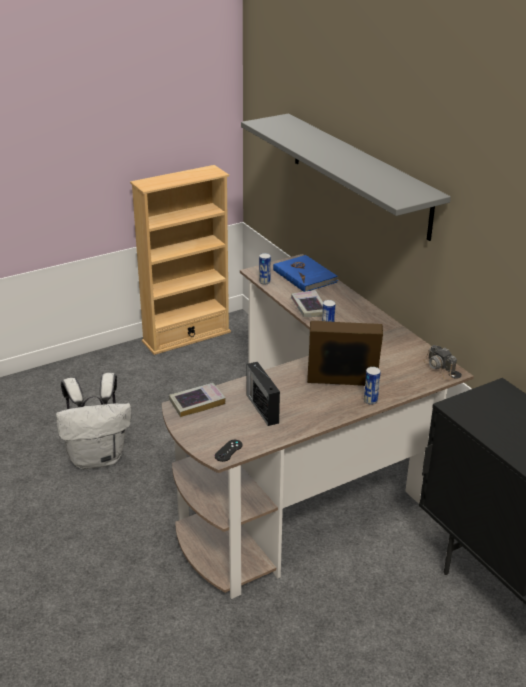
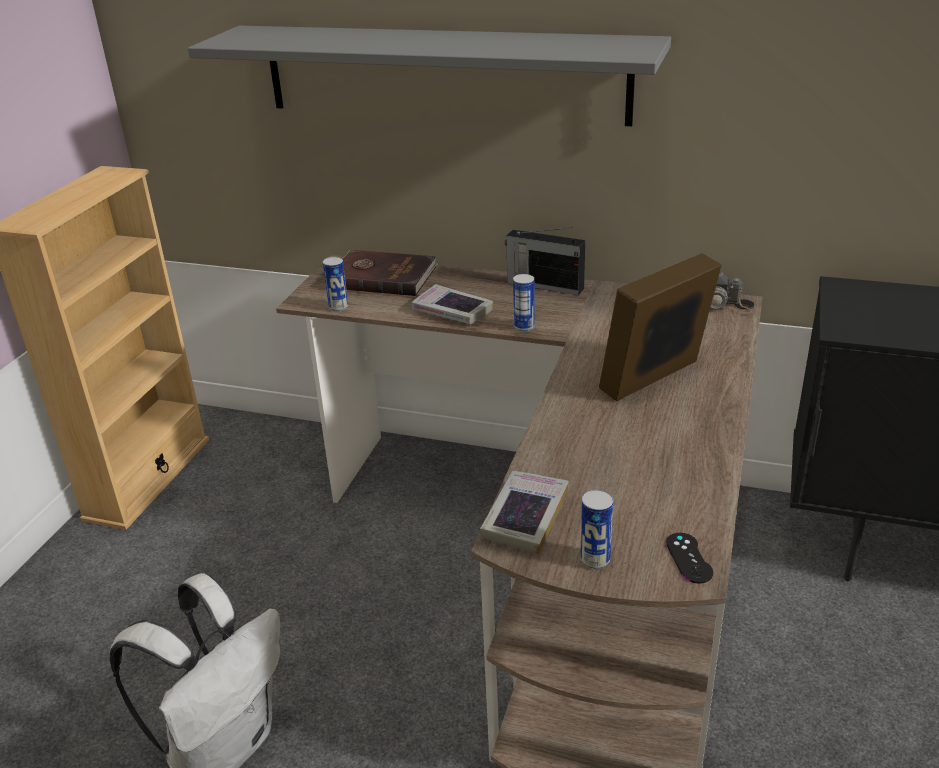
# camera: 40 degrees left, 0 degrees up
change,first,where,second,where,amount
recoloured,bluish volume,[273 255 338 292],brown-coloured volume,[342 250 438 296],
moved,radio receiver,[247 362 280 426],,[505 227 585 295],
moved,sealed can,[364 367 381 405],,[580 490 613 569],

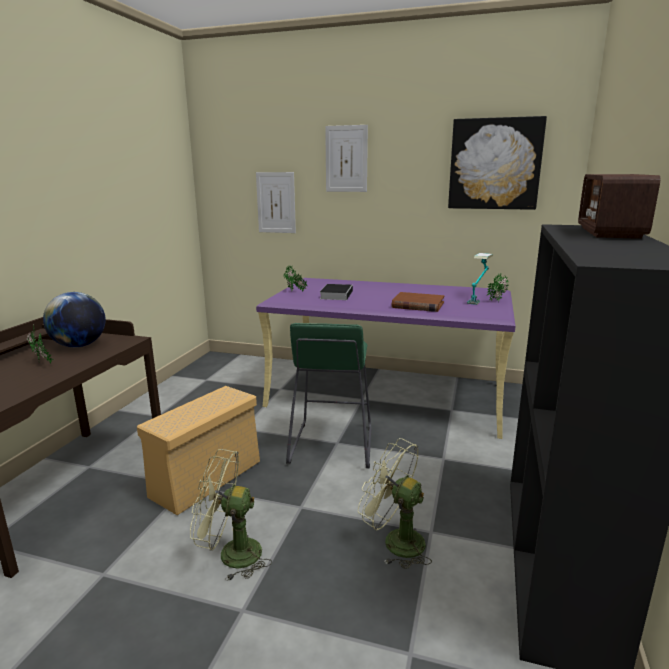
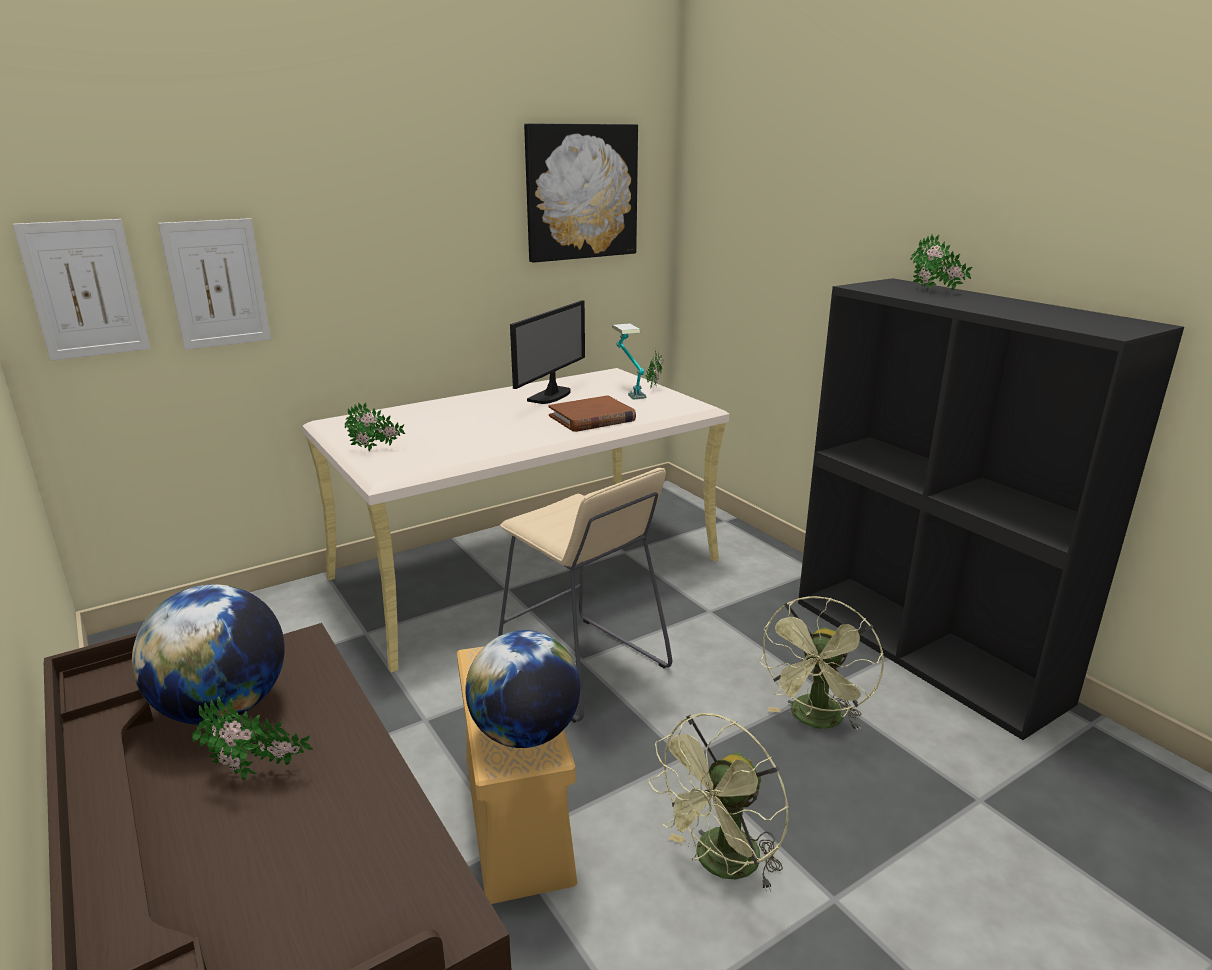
# camera: 50 degrees left, 5 degrees up
change,first,where,second,where,amount
moved,wall art,[325 125 368 192],,[13 219 150 361],
recoloured,purple desk table,[256 278 516 439],beige-coloured desk table,[302 368 729 673],
added,,,world globe,[465 630 580 748],
recoloured,green sitting stool,[286 323 372 468],beige-coloured sitting stool,[498 468 672 723],
added,,,monitor,[510 300 585 404],
turned,green cooling fan,[358 438 432 569],,[758 596 884 731],45 degrees counterclockwise
replaced,radio receiver,[578 174 661 239],potted plant,[910 234 972 291],
removed,volume,[320 284 353 300],,,

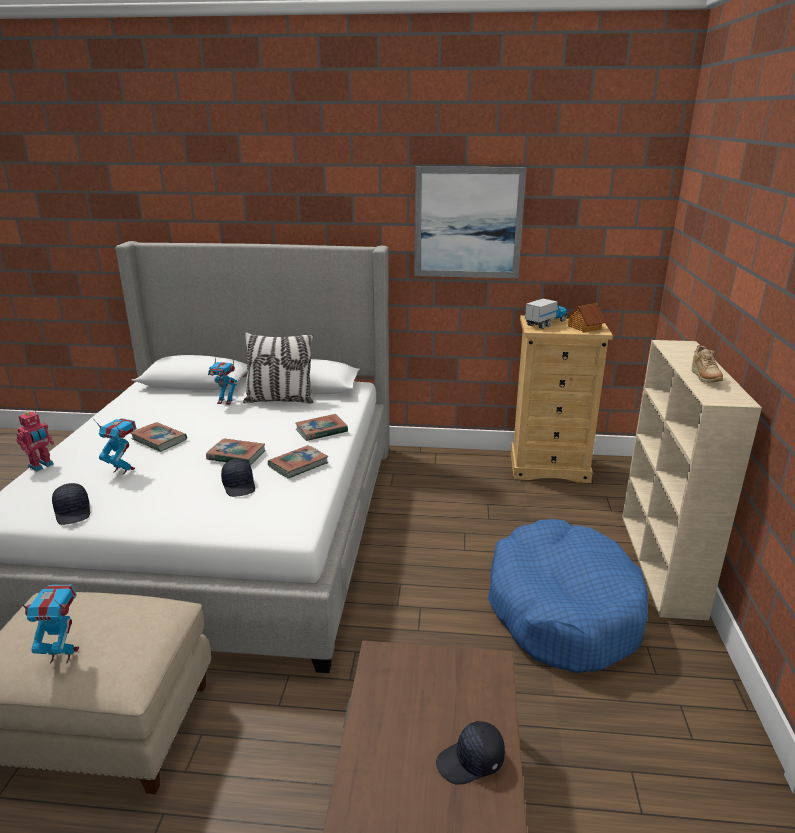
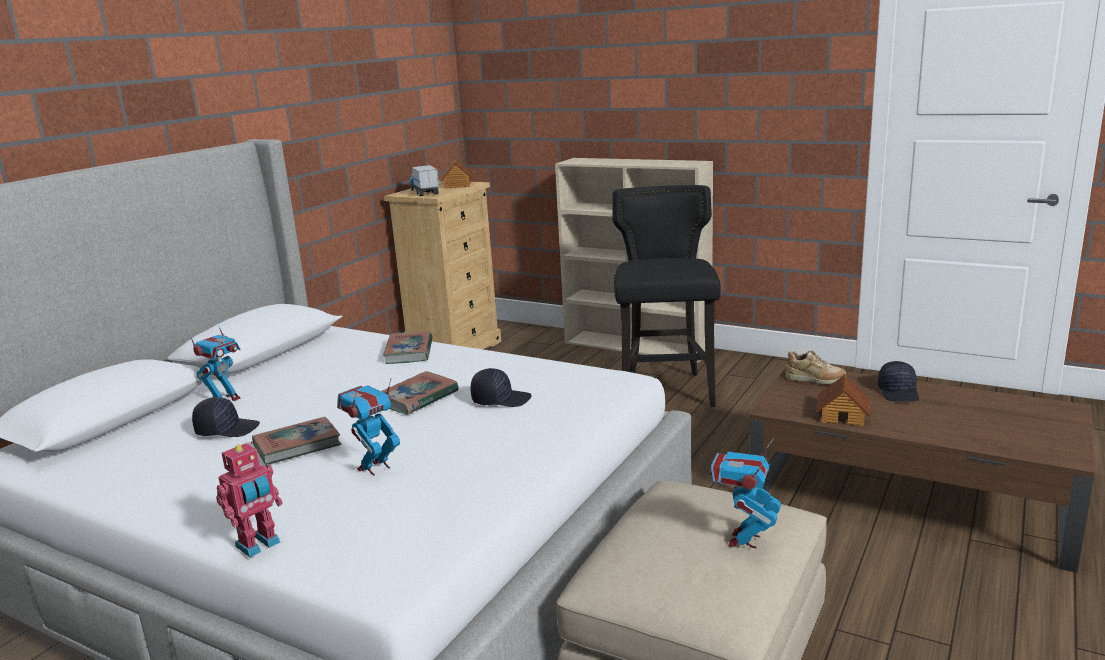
# camera: 65 degrees left, 5 degrees down
change,first,where,second,where,amount
moved,black cap,[52 483 90 525],,[192 397 260 437],
turned,model robot,[17 410 54 471],,[216 441 283 557],75 degrees clockwise
replaced,bluish dog bed,[488 519 648 673],black sitting stool,[612 185 721 407],
moved,beige-coloured low shoe,[692 345 723 383],,[786 350 846 384],
added,,,miniature house,[816 374 870 427],
removed,throw pillow,[243 332 314 404],,,
removed,volume,[268 445 328 479],,,
removed,wall art,[414 166 527 278],,,

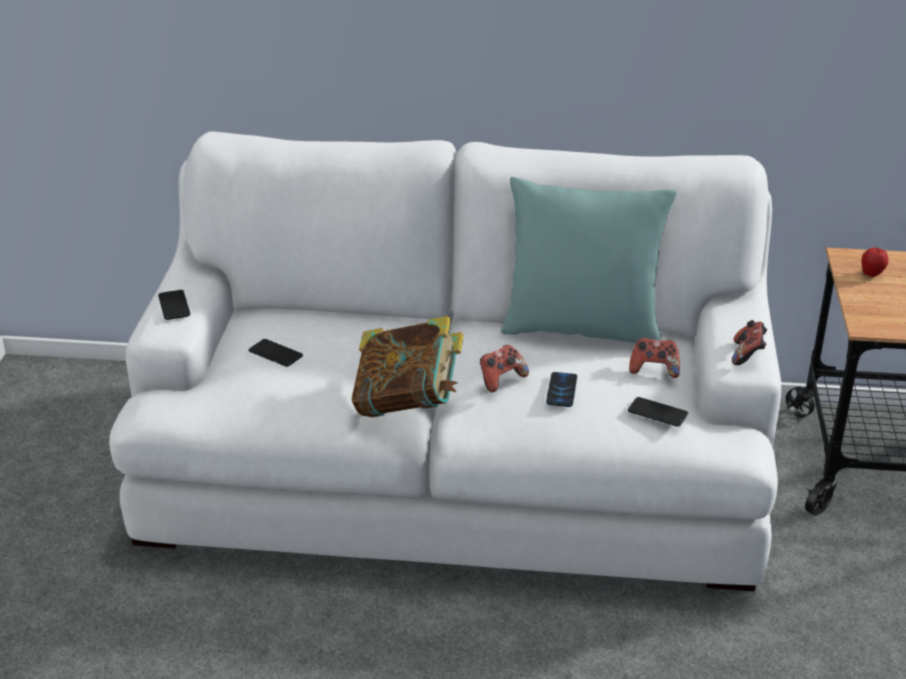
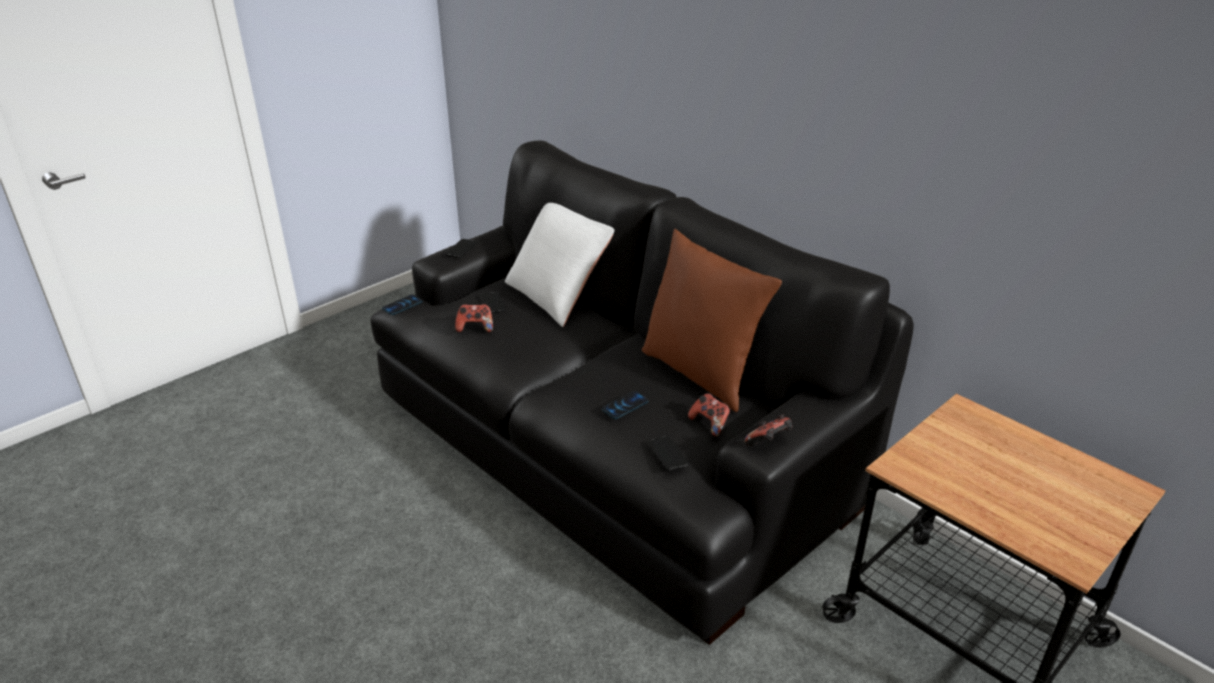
# camera: 40 degrees right, 0 degrees up
change,first,where,second,where,amount
recoloured,white-coloured sofa,[109 131 781 591],black sofa,[370 141 914 645],
added,,,phone,[382 295 422 315],
moved,game controller,[480 345 529 393],,[455 304 493 332],
added,,,white-coloured throw pillow,[505 203 614 327],
recoloured,turquoise throw pillow,[501 177 677 343],brown-coloured throw pillow,[642 229 782 412],
removed,volume,[352 316 464 417],,,
removed,whole apple,[861 245 889 277],,,

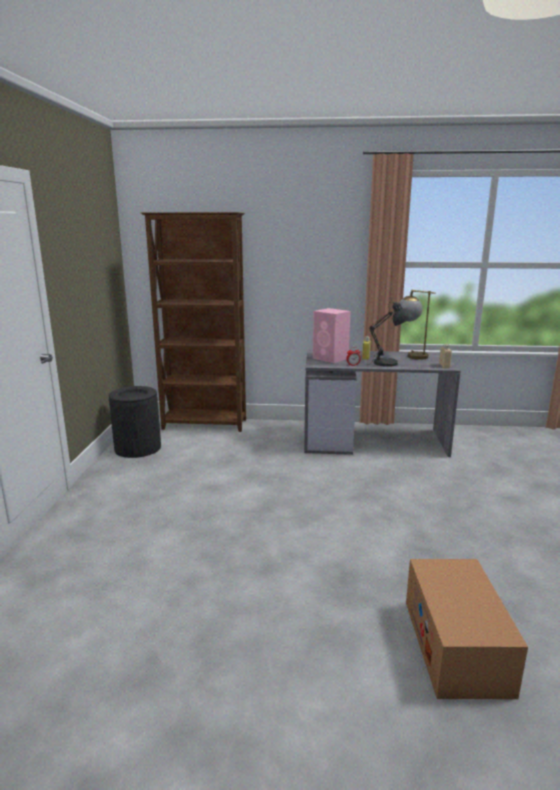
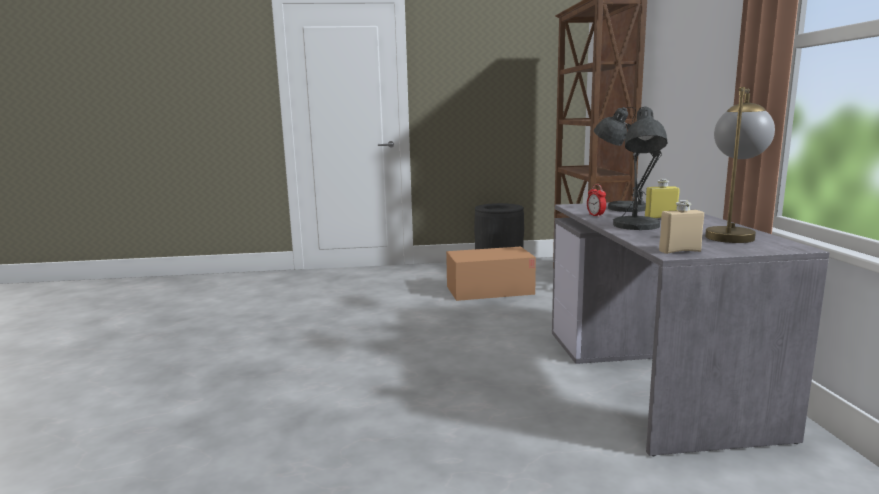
# camera: 80 degrees right, 5 degrees down
change,first,where,second,where,amount
moved,packing box,[406 559 528 699],,[446 247 536 301],
replaced,pink loudspeaker,[313 308 351 363],greyish lamp for a table,[594 107 662 212],

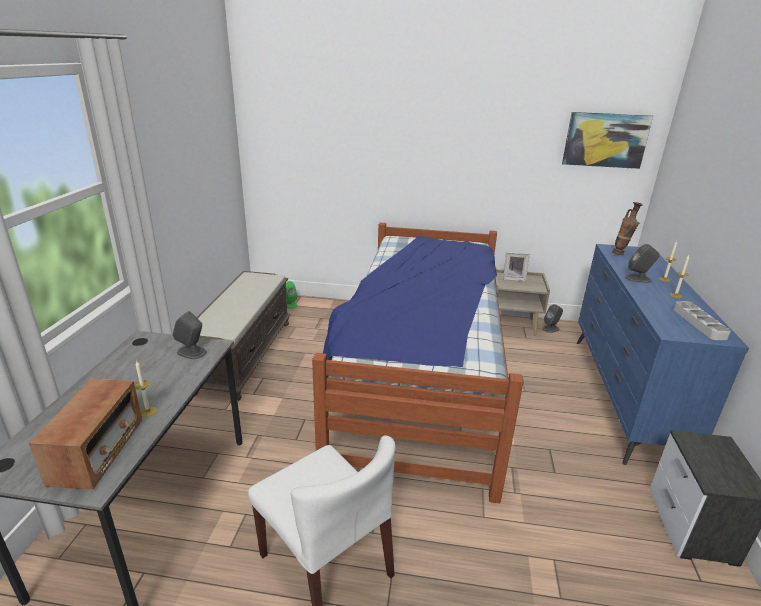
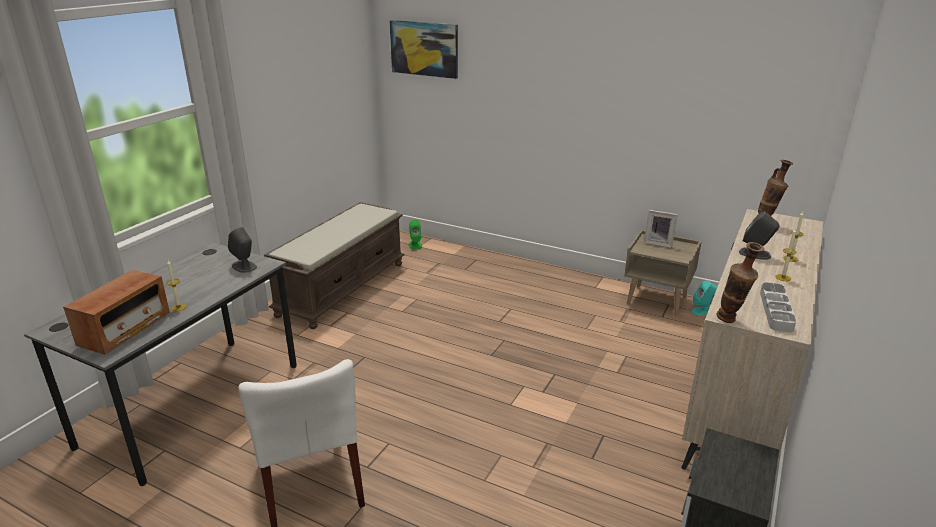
# camera: 20 degrees right, 0 degrees up
change,first,where,second,where,amount
moved,wall art,[562 112 653 169],,[389 20 458 79],
recoloured,bluish drawer chest,[577 244 749 465],beige-coloured drawer chest,[681 209 823 470],
recoloured,greyish loudspeaker,[543 304 563 333],turquoise loudspeaker,[691 281 717 316],
added,,,vase,[716 242 764 323],
removed,bed,[312 223 523 503],,,

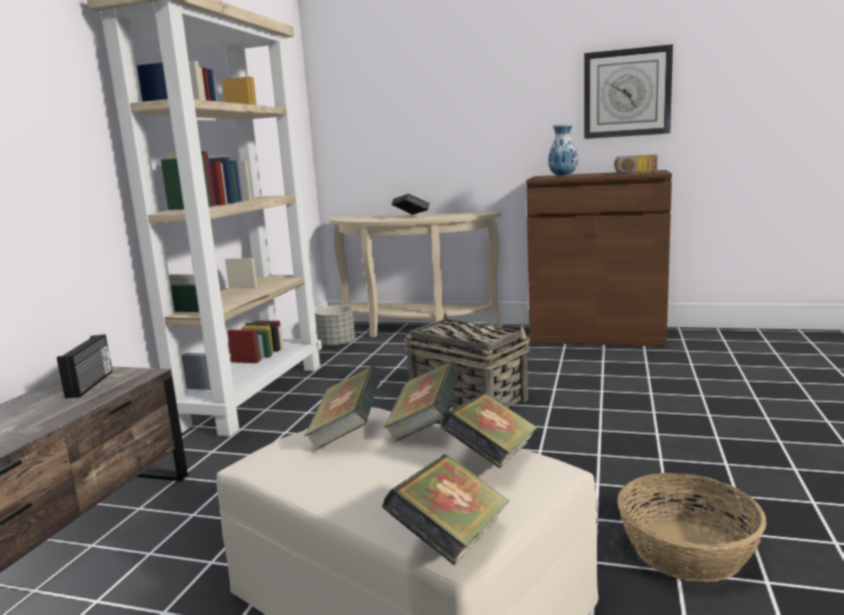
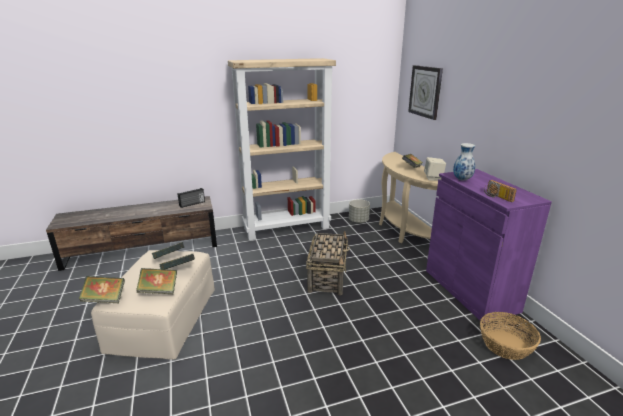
# camera: 55 degrees right, 10 degrees up
change,first,where,second,where,amount
moved,wall clock,[584 44 673 139],,[408 65 443 120],
added,,,beige-coloured loudspeaker,[424 157 446 181],
recoloured,brown-coloured storage cabinet,[526 170 672 346],purple storage cabinet,[426 169 552 323],
moved,storage basket,[617 473 767 582],,[480 312 541 360],

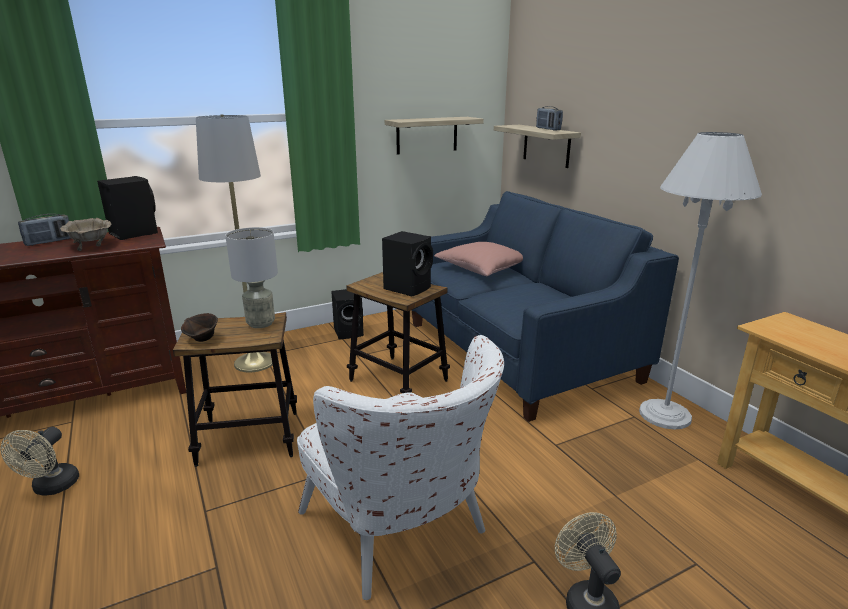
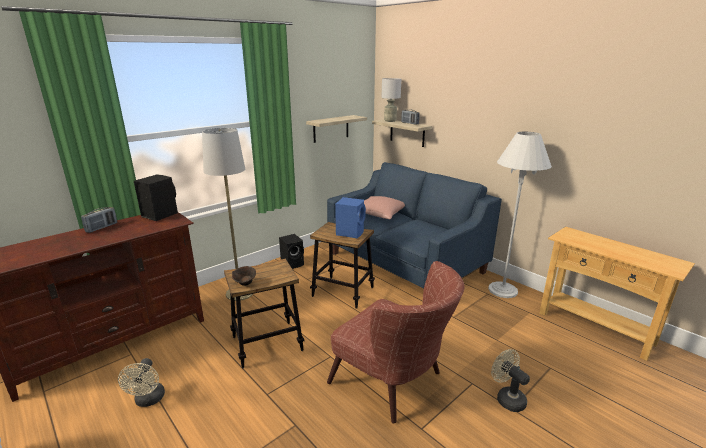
# camera: 15 degrees left, 0 degrees up
change,first,where,second,where,amount
recoloured,white-coloured lounge chair,[297 335 504 600],brown-coloured lounge chair,[327 261 464 423],
recoloured,black loudspeaker,[382 231 433 296],bluish loudspeaker,[335 197 366 238],
moved,greyish lamp for a table,[225 227 278 328],,[382 78 401 122],
removed,beige-coloured serving bowl,[60 218 111 251],,,

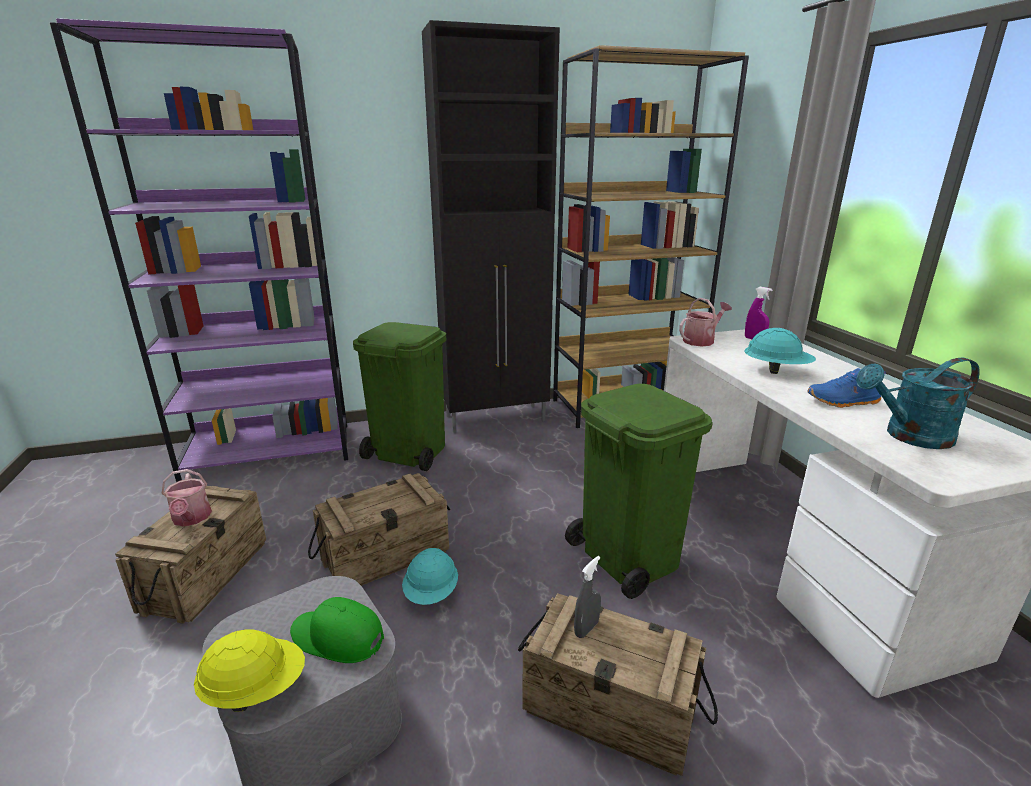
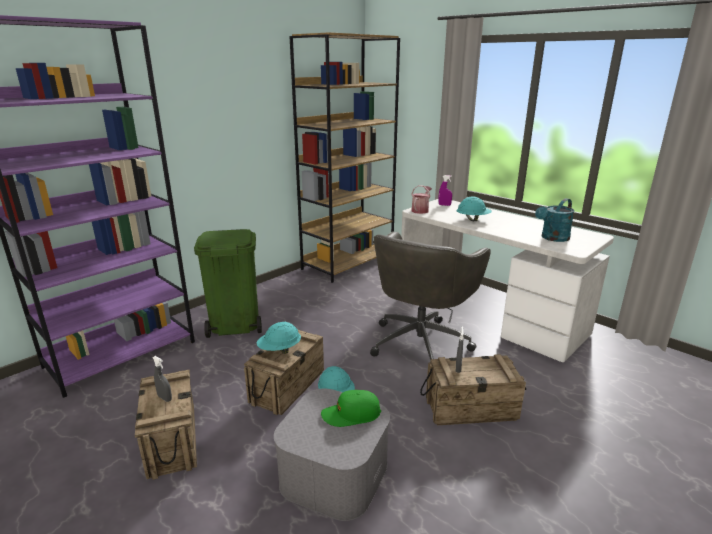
# camera: 30 degrees left, 0 degrees up
change,first,where,second,where,amount
replaced,watering pot,[162 469 212 527],greyish spray bottle,[153 356 172 402],
added,,,turquoise hard hat,[257 322 301 354],
replaced,green waste bin,[565 384 713 599],greyish desk chair,[370 232 491 359],
removed,yellow-coloured hard hat,[194 629 305 712],,,
removed,black storage cabinet,[422 20 560 433],,,
removed,bluish low shoe,[808 368 886 408],,,

